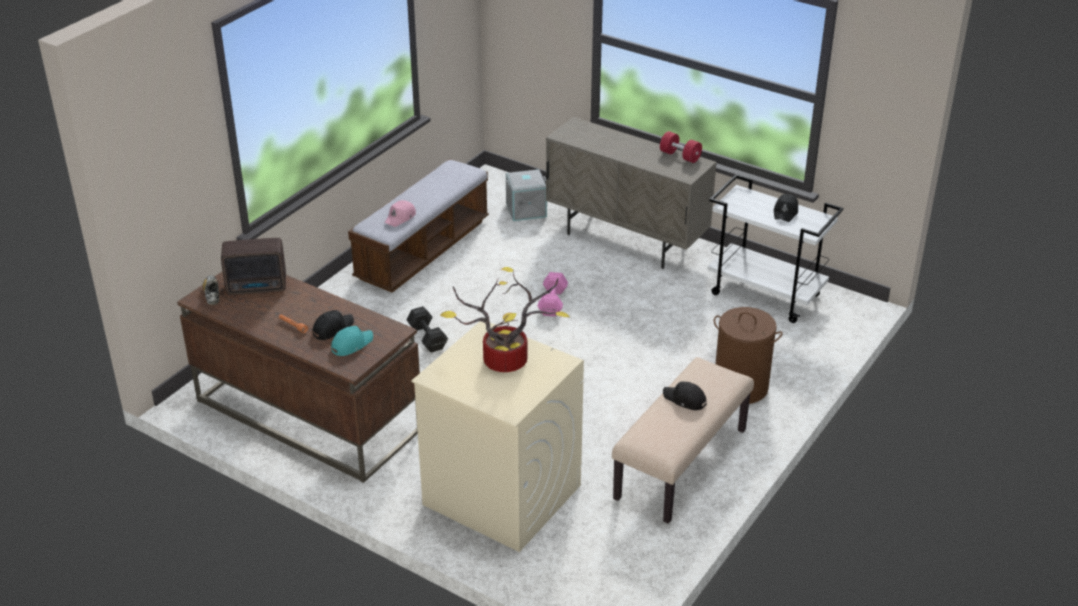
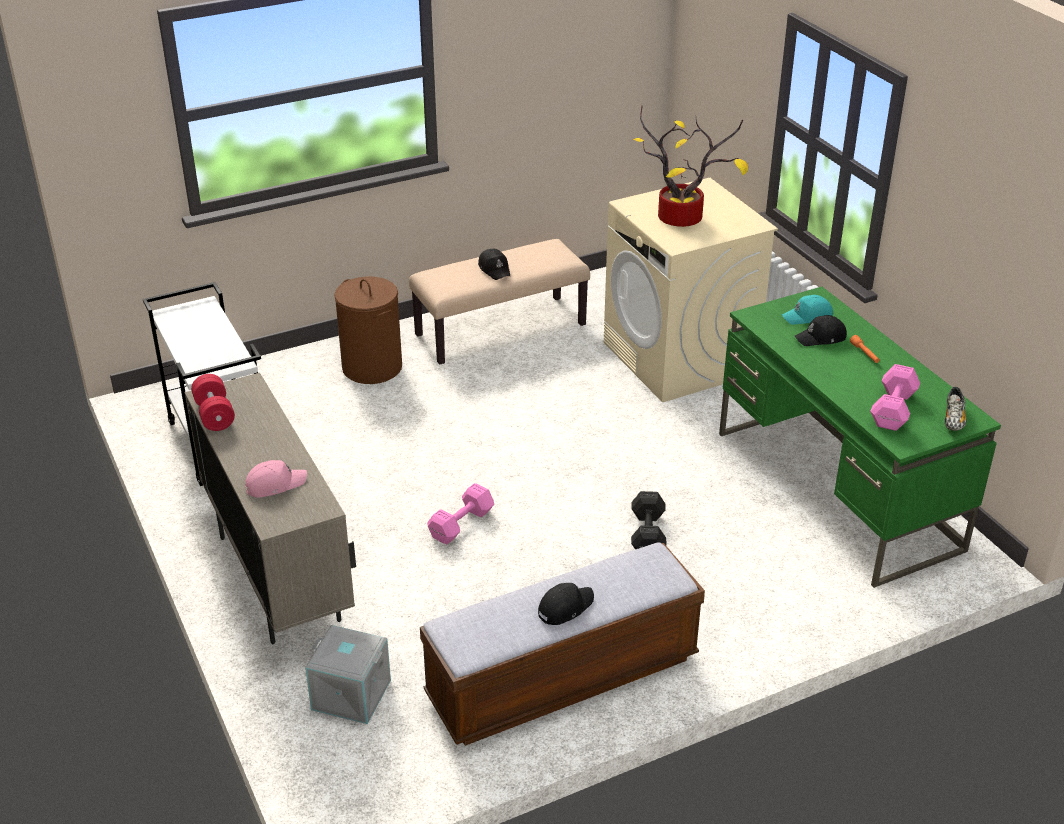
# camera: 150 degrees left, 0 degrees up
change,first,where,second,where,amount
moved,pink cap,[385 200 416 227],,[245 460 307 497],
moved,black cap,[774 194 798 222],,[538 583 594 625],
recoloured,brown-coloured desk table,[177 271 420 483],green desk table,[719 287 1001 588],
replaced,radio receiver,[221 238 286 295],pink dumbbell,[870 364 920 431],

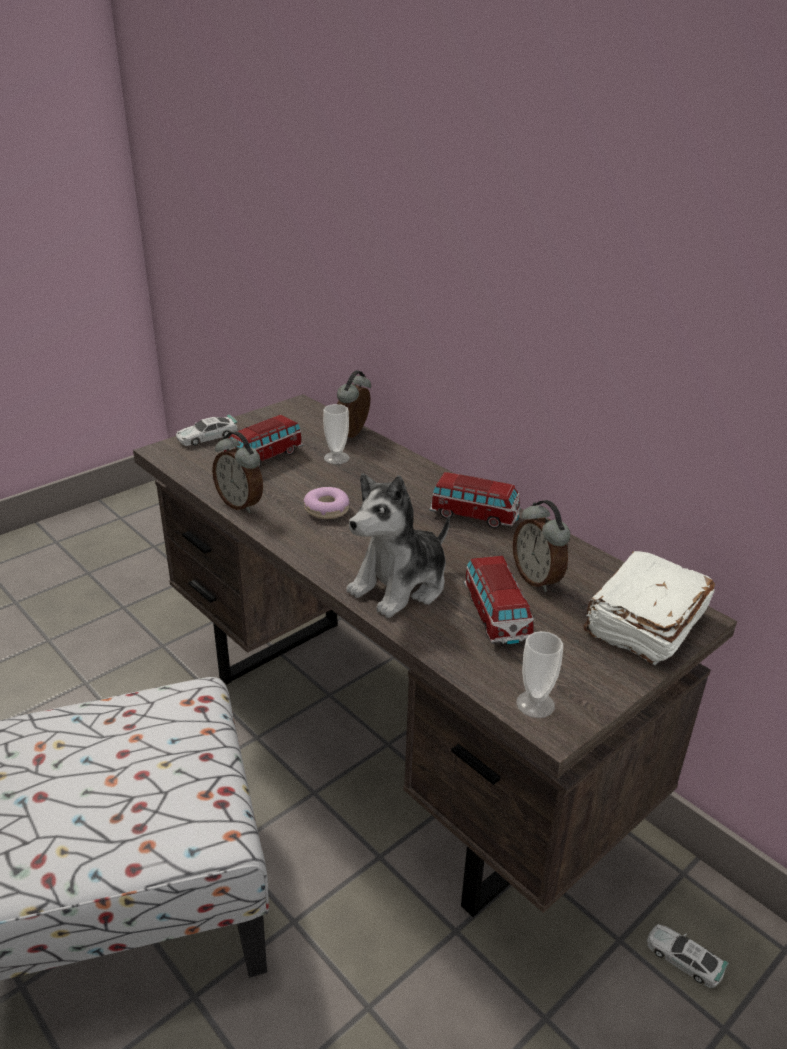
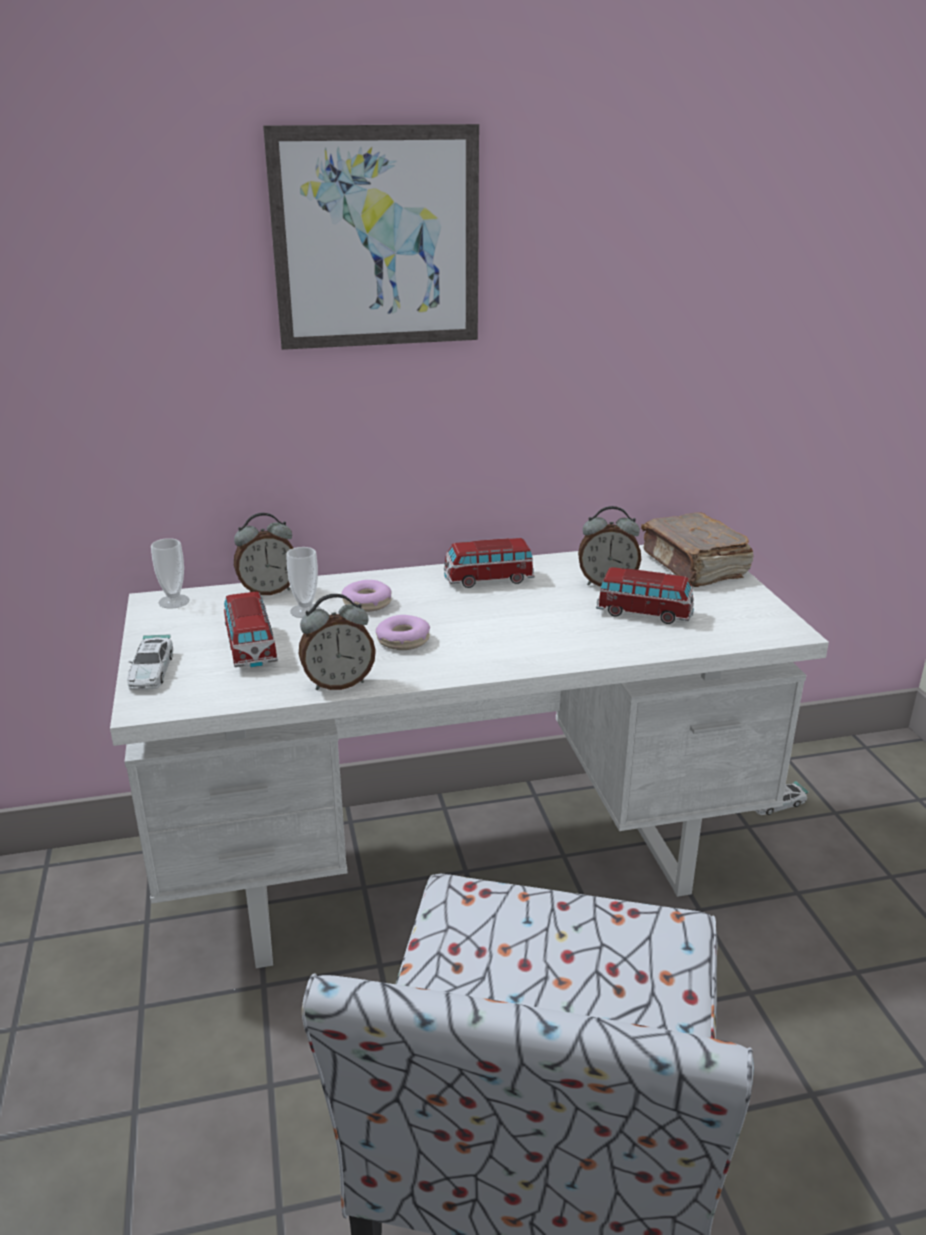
# camera: 60 degrees left, 5 degrees down
change,first,where,second,where,amount
recoloured,brown-coloured desk table,[133 394 737 917],white-coloured desk table,[110 545 829 968],
moved,small cup,[516 631 563 718],,[151 538 190 609],
turned,table clock,[337 370 371 438],,[234 513 293 595],75 degrees counterclockwise
added,,,wall art,[263 124 479 350],
added,,,donut,[341 580 392 612],
turned,model car,[429 472 521 528],,[444 538 535 588],150 degrees counterclockwise
recoloured,white-coloured volume,[583 551 715 665],brown-coloured volume,[641 512 754 587],
removed,soft toy,[346 473 450 618],,,

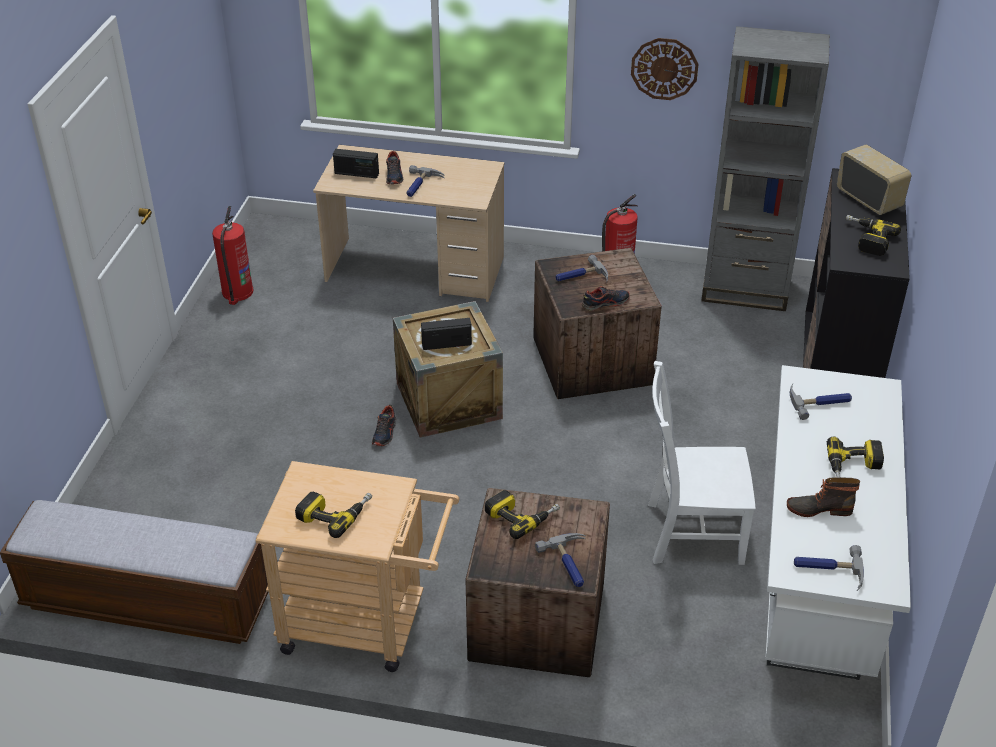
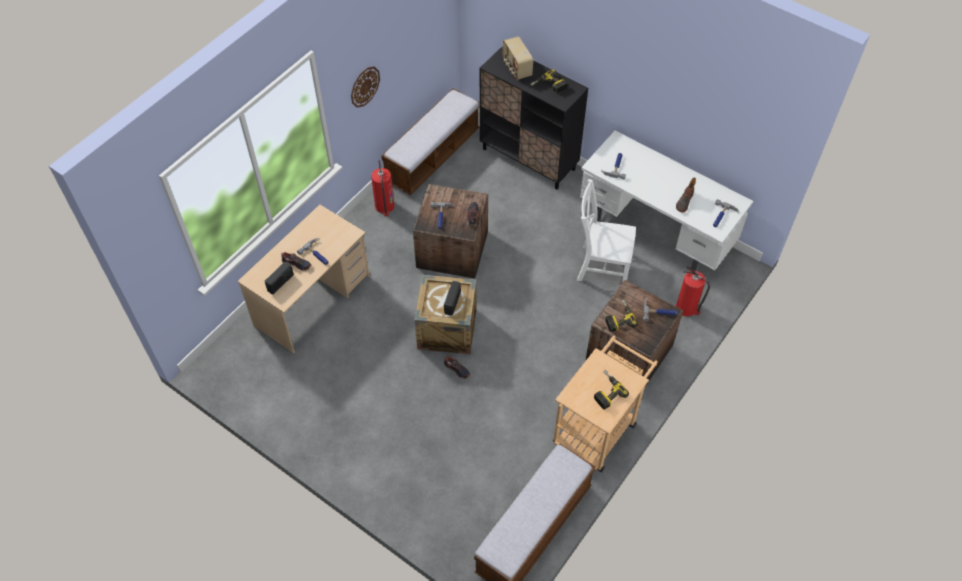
# camera: 65 degrees left, 15 degrees up
change,first,where,second,where,amount
replaced,greyish shelving unit,[701 26 830 311],long seat,[381 88 479 195],
turned,radio receiver,[837 145 911 215],,[503 36 533 80],105 degrees counterclockwise
turned,white-coloured plain chair,[648 361 756 565],,[577 179 636 283],75 degrees clockwise
moved,extinguisher,[212 206 253 305],,[676 266 710 317],
removed,electric drill,[827 437 884 478],,,

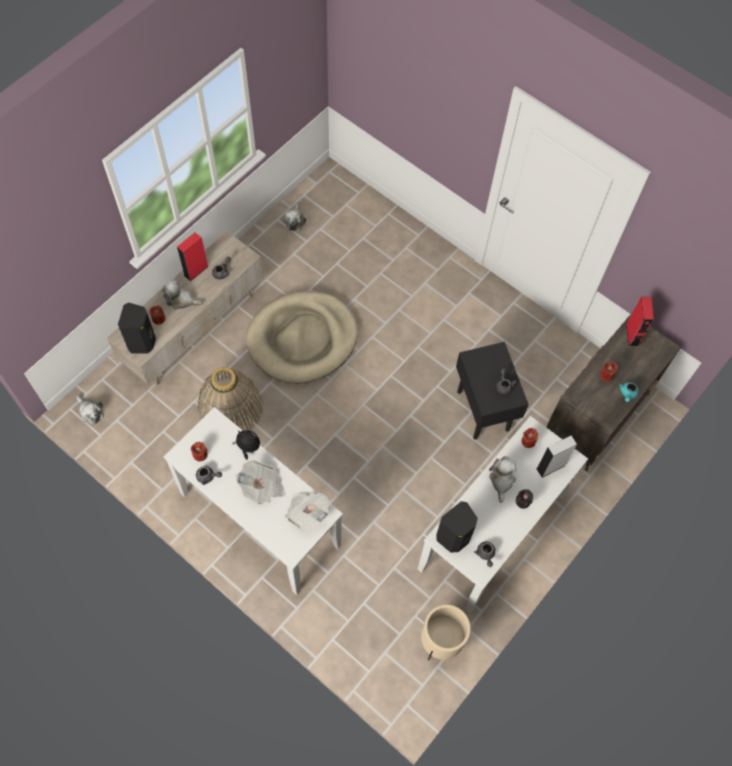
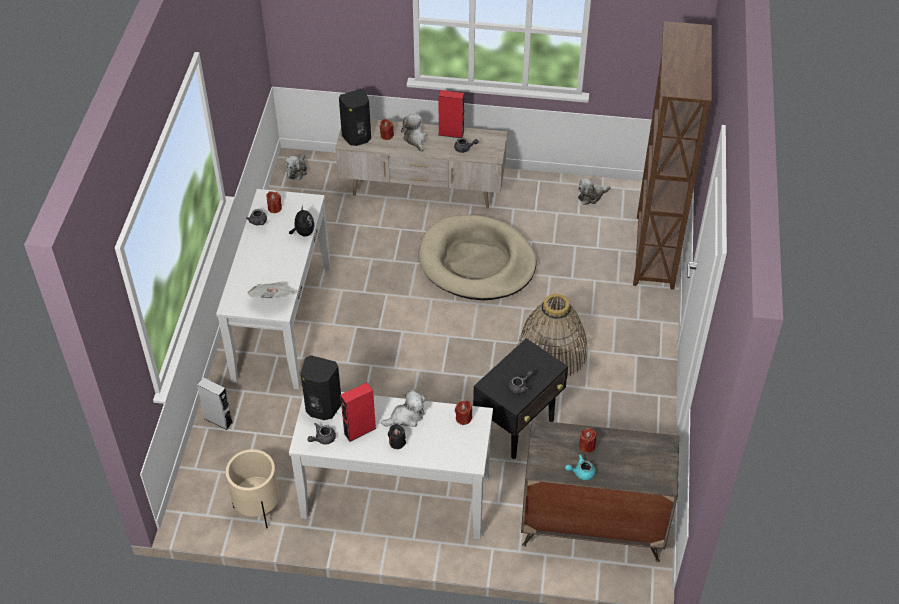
# camera: 60 degrees right, 15 degrees down
change,first,where,second,where,amount
moved,greyish loudspeaker,[536 436 577 478],,[197 377 233 430],
moved,red-coloured loudspeaker,[626 297 654 347],,[340 382 377 442],
moved,storage basket,[198 367 263 430],,[517 294 587 377],
added,,,brown-coloured shelving unit,[633 21 712 290],
removed,daily paper,[236 460 285 504],,,

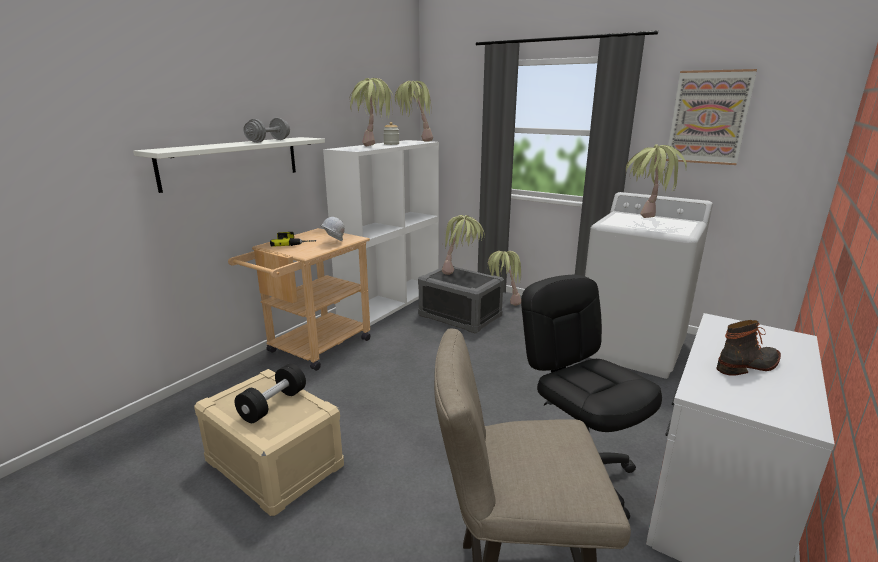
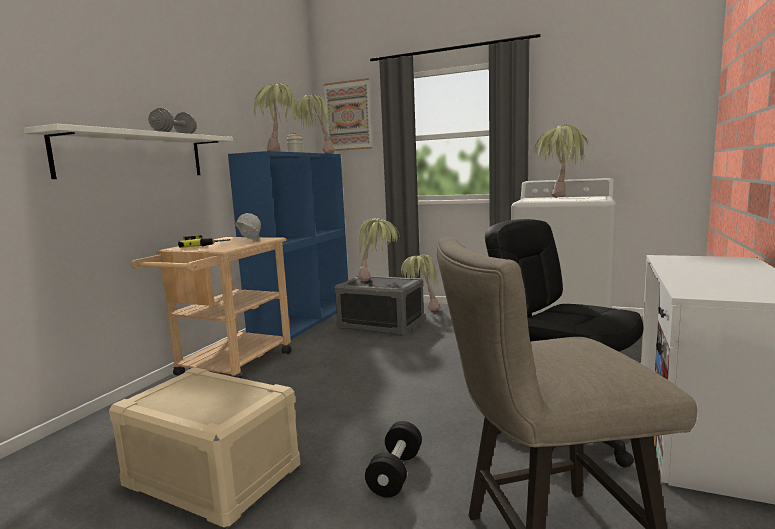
# camera: 10 degrees left, 10 degrees down
change,first,where,second,where,amount
recoloured,white-coloured shelving unit,[323 140 439 326],bluish shelving unit,[228 151 348 340],
moved,wall art,[666 69 757 165],,[323 78 372 151],
moved,black dumbbell,[235 364 306 423],,[365 421 422 497],
removed,high-top boot,[716 320 781 376],,,

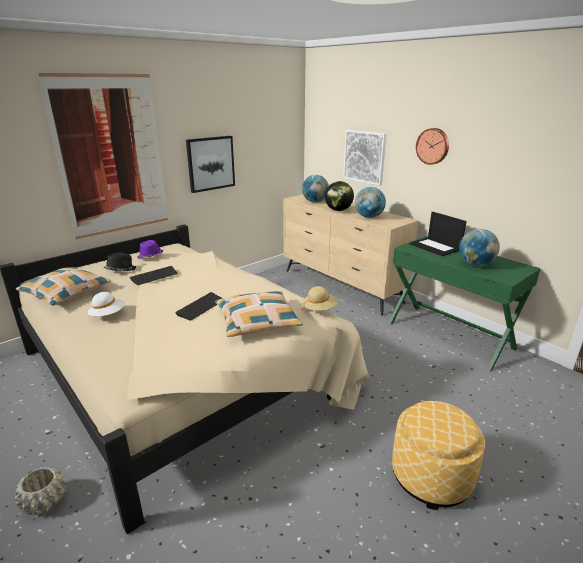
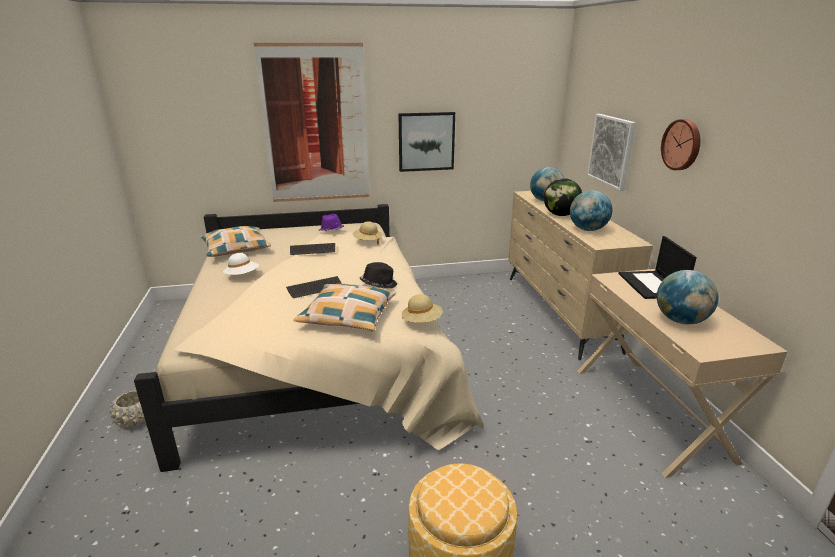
# camera: 30 degrees right, 0 degrees up
change,first,where,second,where,amount
added,,,beige-coloured wearable hat,[353 221 382 245],
moved,black wearable hat,[104 252 136 271],,[360 262 397 289],
recoloured,green desk table,[388 236 541 372],beige-coloured desk table,[577 269 788 478],

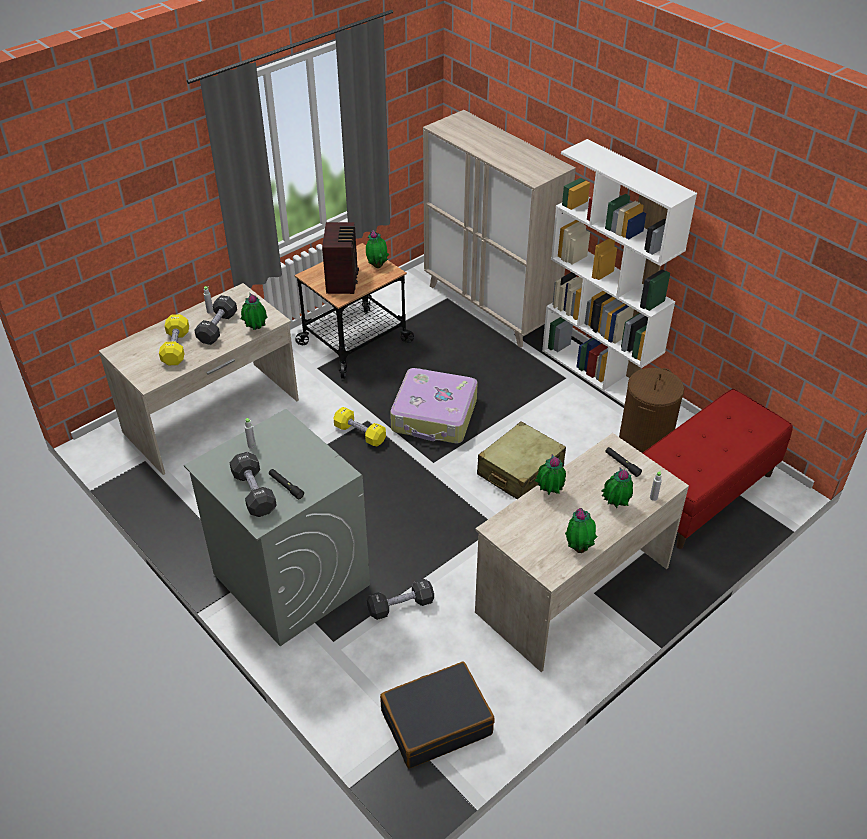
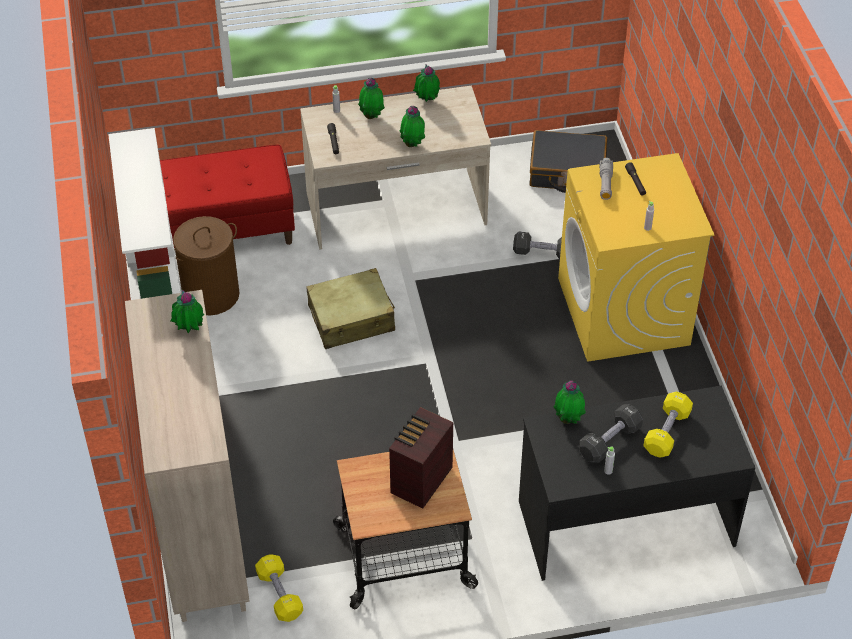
# camera: 150 degrees left, 5 degrees up
change,first,where,second,where,amount
moved,potted plant,[366 230 389 268],,[170 290 204 333],
moved,yellow-coloured dumbbell,[333 407 386 446],,[255 554 303 622],
recoloured,beige-coloured desk table,[99 283 299 475],black desk table,[519 386 755 581],
recoloured,greyish laundry machine,[184 409 370 646],yellow-coloured laundry machine,[558 153 714 362],
added,,,greyish hand torch,[599 158 613 200],
removed,black dumbbell,[230 452 277 517],,,
removed,piece of luggage,[390 368 478 443],,,

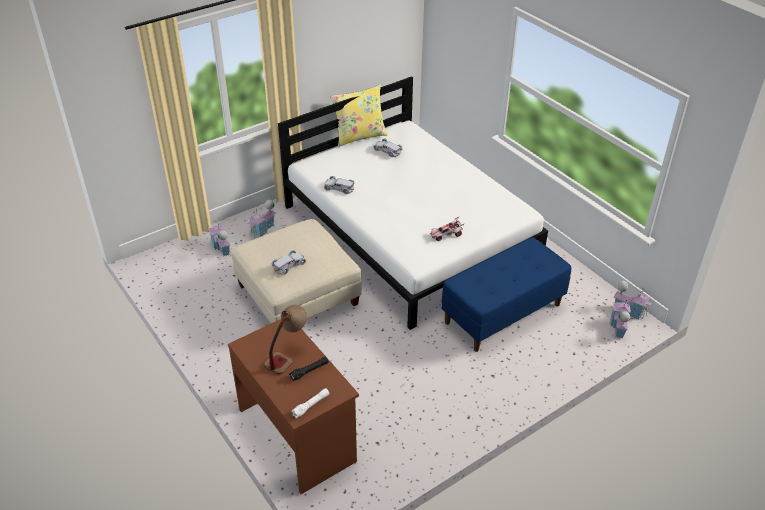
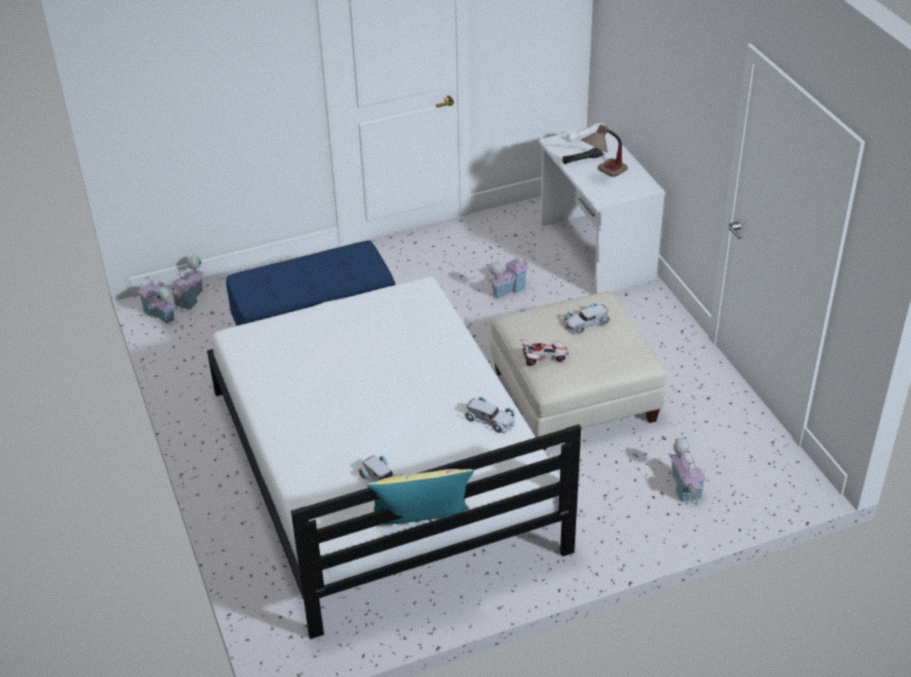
# camera: 165 degrees left, 0 degrees up
change,first,where,second,where,amount
moved,miniature house,[248 200 276 238],,[488 253 530 299],
moved,model car,[430 217 465 241],,[519 339 569 366],
recoloured,brown-coloured desk table,[228 319 359 494],white-coloured desk table,[538 125 665 294],

